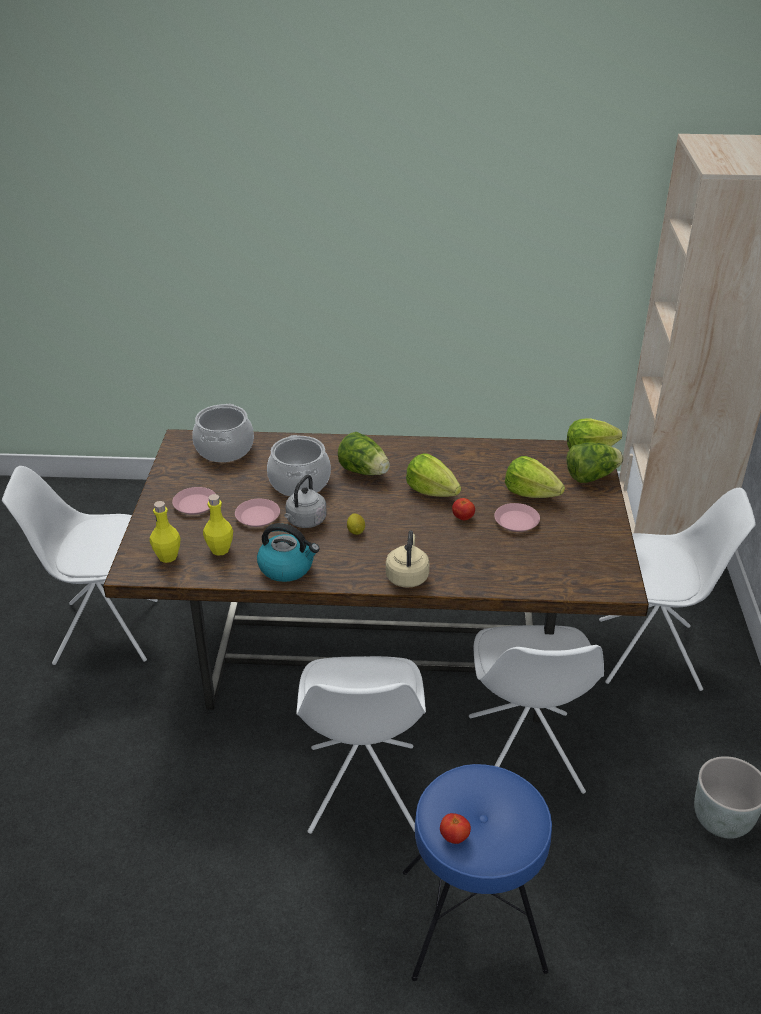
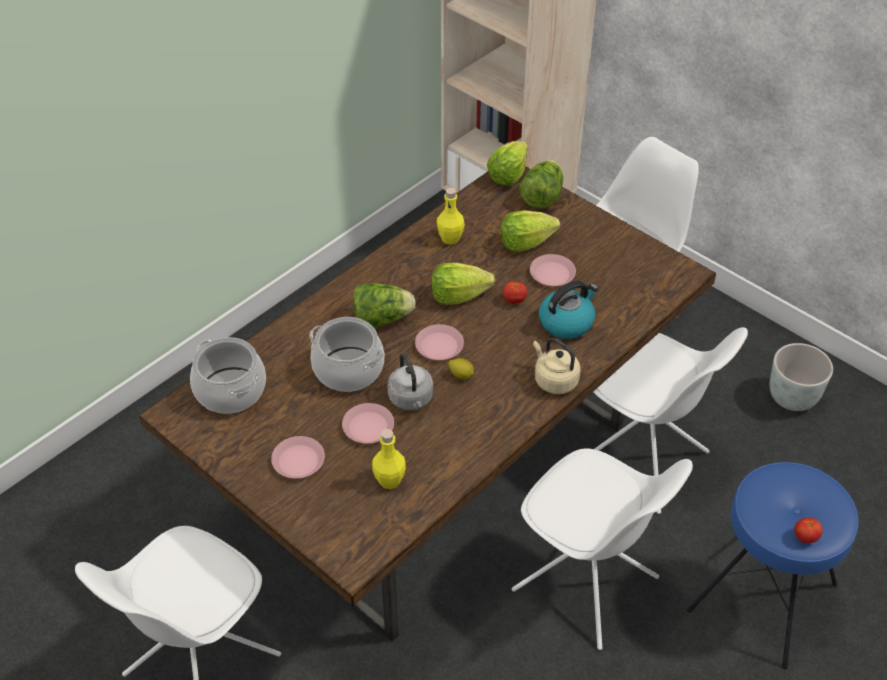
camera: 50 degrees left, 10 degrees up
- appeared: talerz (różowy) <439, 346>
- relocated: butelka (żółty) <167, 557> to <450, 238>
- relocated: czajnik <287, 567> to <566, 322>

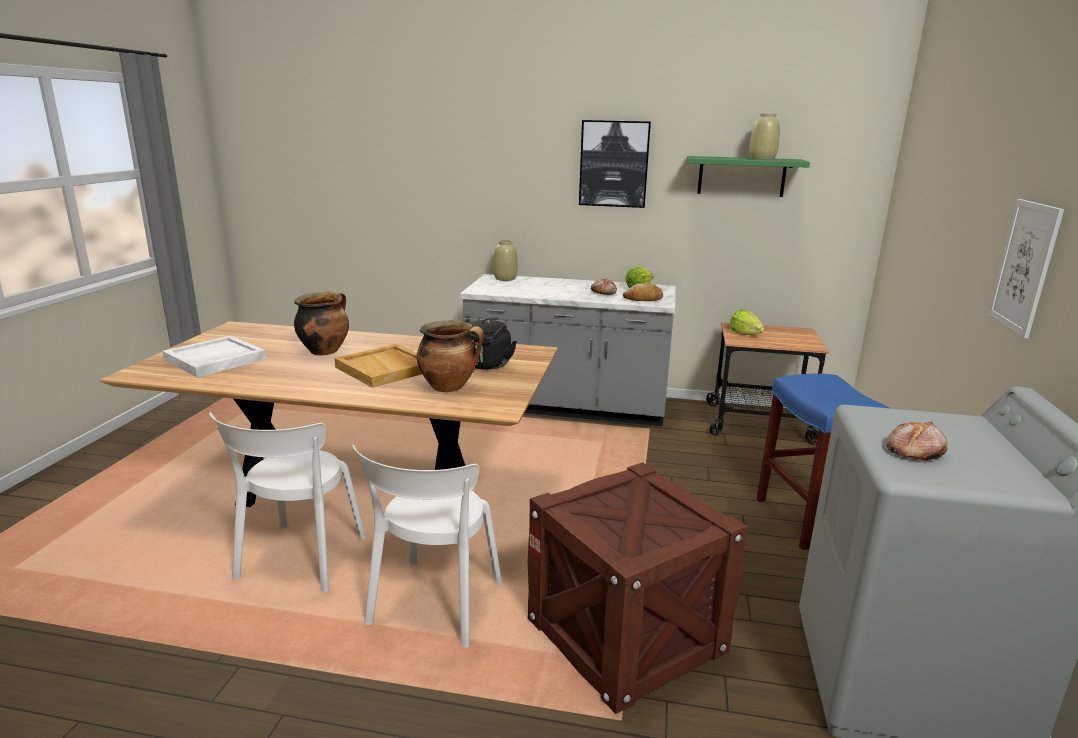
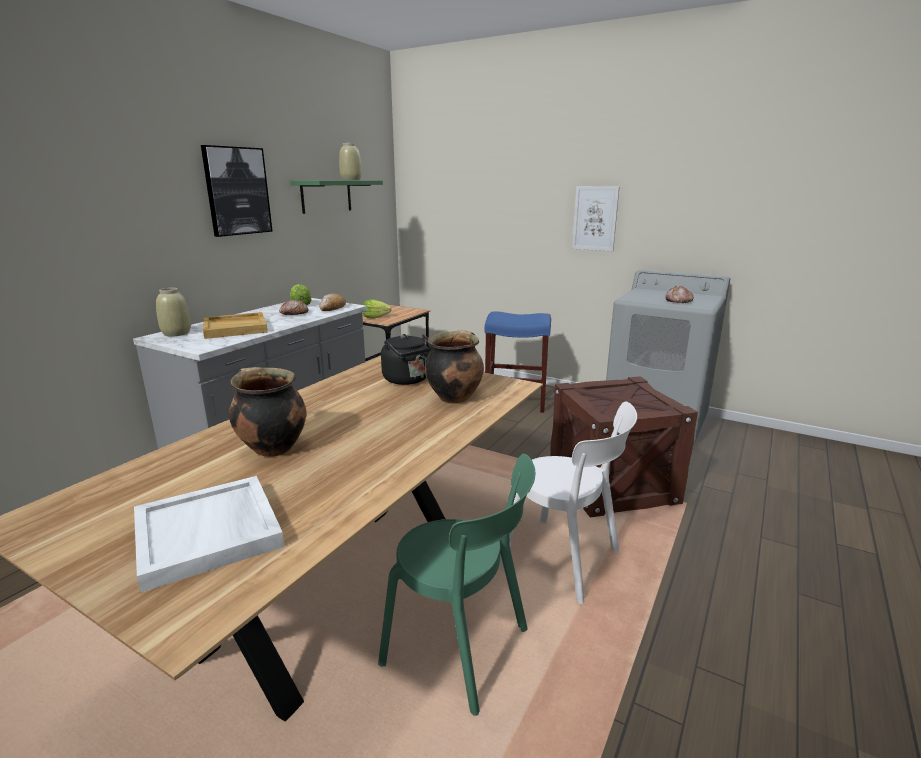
camera: 70 degrees left, 0 degrees up
- relocated: taca (beżowy) <386, 369> to <236, 328>
- colour: krzesło (biały) <299, 561> to krzesło (zielony) <462, 649>

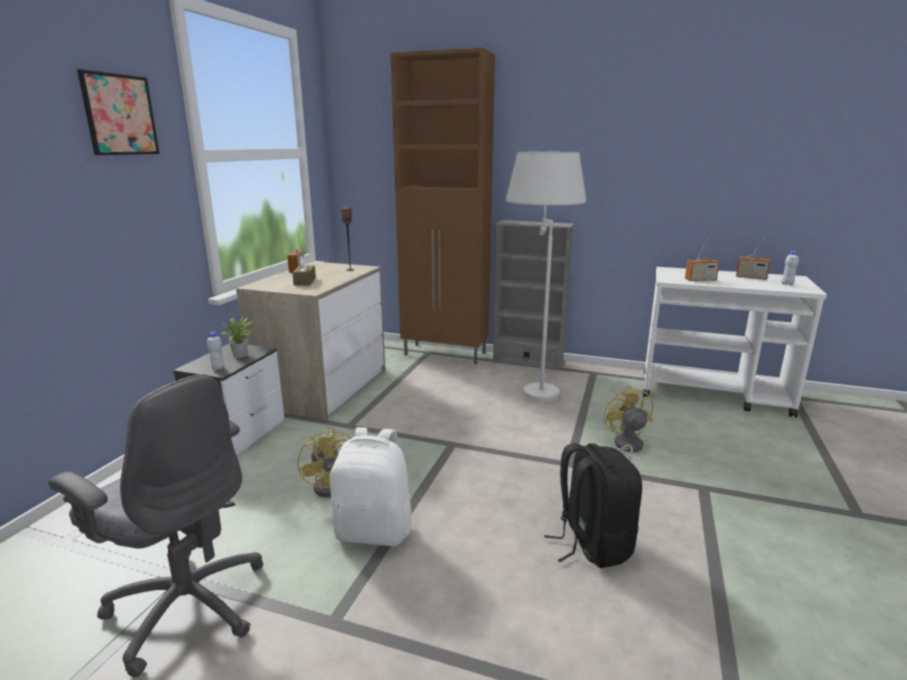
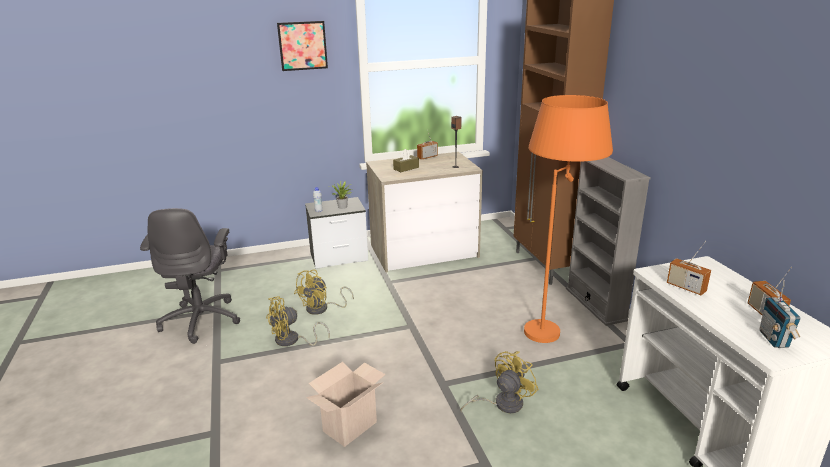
camera: 55 degrees right, 5 degrees up
- exchanged: plecak (biały) <374, 531> to wentylator (żółty) <292, 341>
- exchanged: plecak (czarny) <591, 544> to karton <350, 425>
- colour: lampa stojąca (biały) <535, 385> to lampa stojąca (pomarańczowy) <553, 324>
- exchanged: butelka (biały) <787, 284> to radio <774, 339>

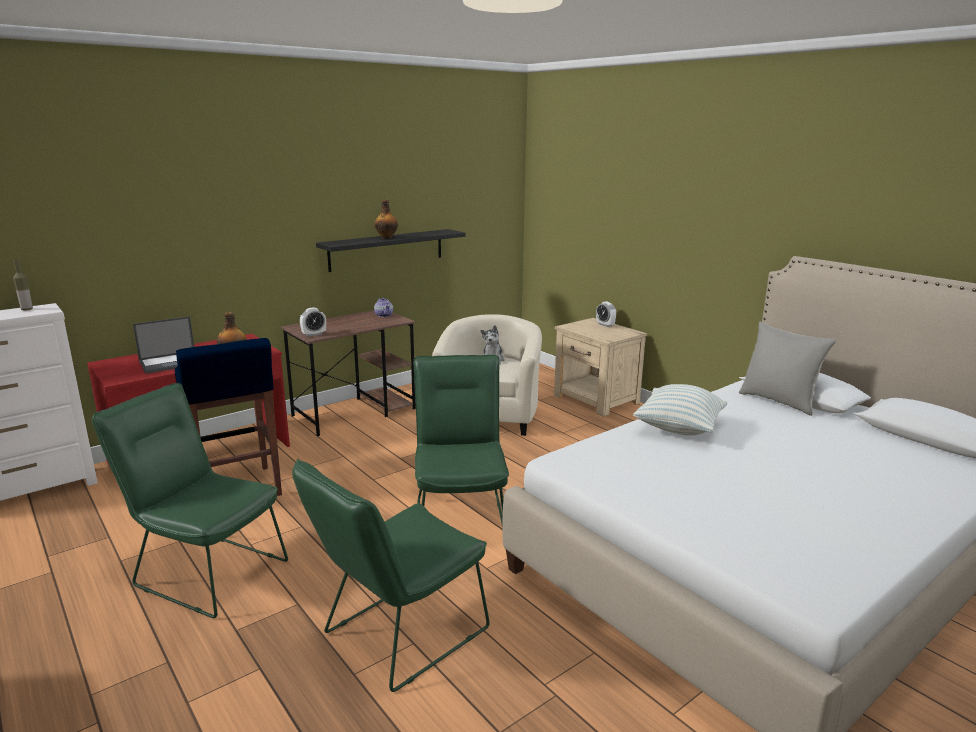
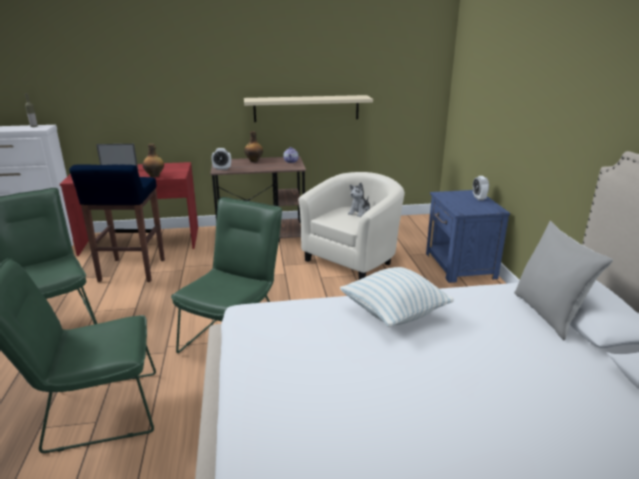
camera: 30 degrees right, 5 degrees up
- colour: półka (czarny) <387, 249> to półka (beżowy) <306, 108>
- relocated: butelka <387, 238> to <254, 161>
- colour: szafka nocna (beżowy) <596, 400> to szafka nocna (niebieski) <459, 266>

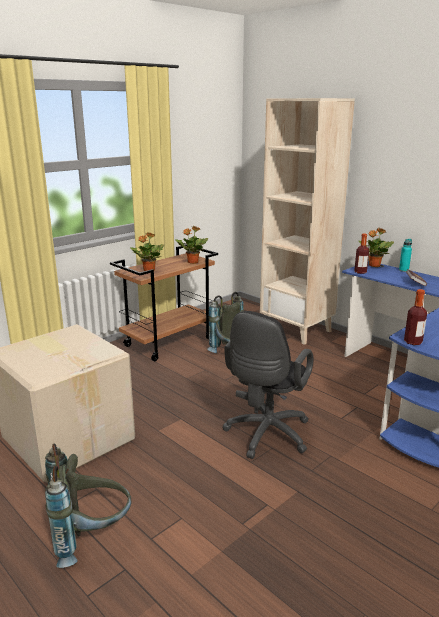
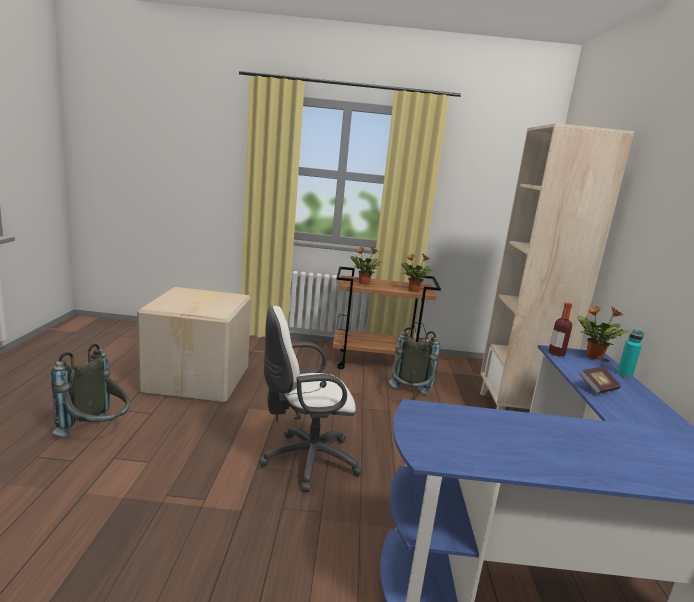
camera: 45 degrees right, 5 degrees down
- colour: krzesło biurowe (czarny) <265, 436> to krzesło biurowe (biały) <305, 461>
- missing: butelka <413, 342>

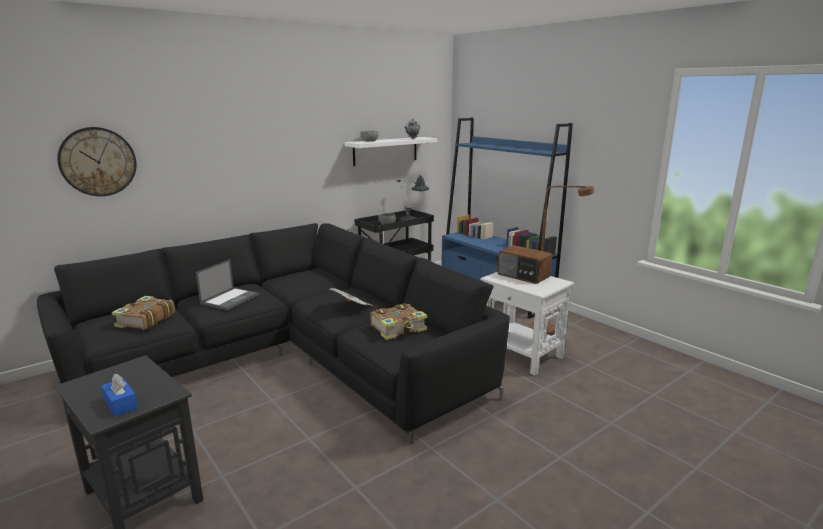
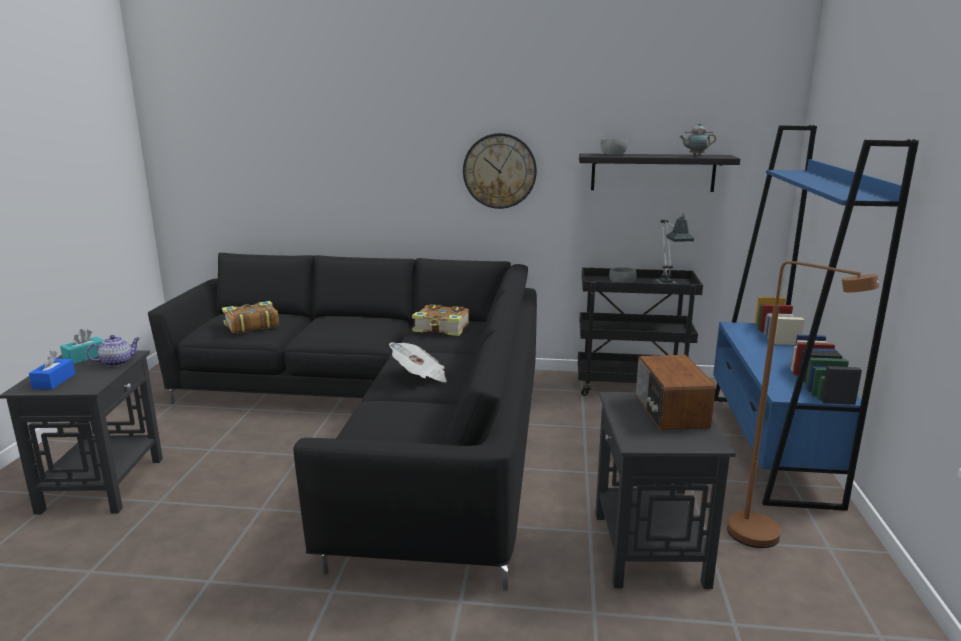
camera: 45 degrees right, 0 degrees up
- appeared: pudełko chusteczek (turkusowy) <85, 357>
- appeared: imbryk <117, 362>
- relocated: książka <399, 328> to <442, 328>
- relocated: zegar ścienny <98, 162> to <499, 171>
- colour: półka (biały) <385, 151> to półka (czarny) <652, 172>
- colour: stolik (biały) <522, 354> to stolik (czarny) <649, 549>
- missing: laptop <230, 299>

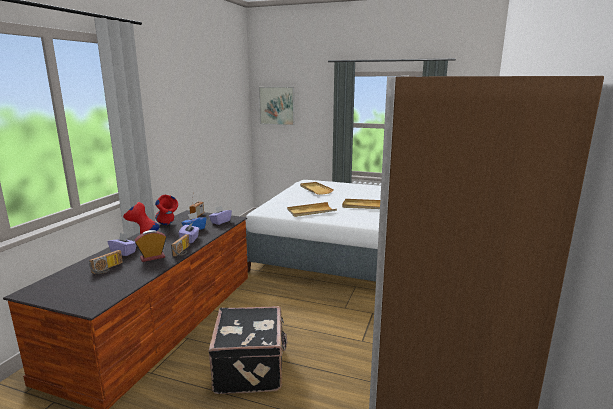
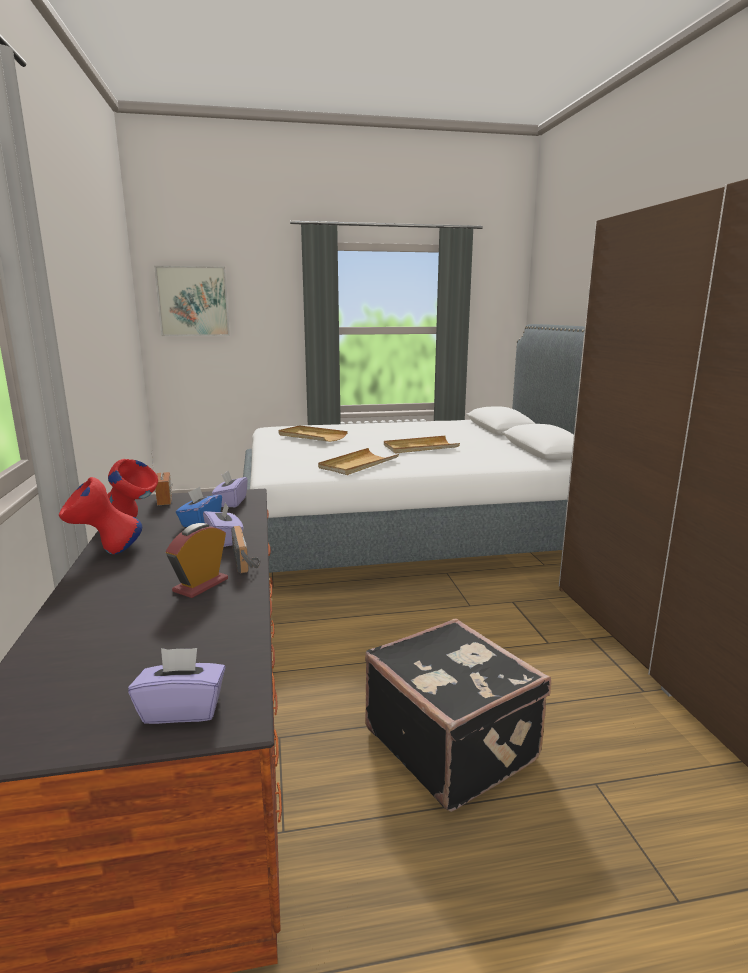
camera: 30 degrees left, 0 degrees up
- relocated: pudełko chusteczek (fioletowy) <123, 252> to <182, 709>
- missing: radio <108, 269>

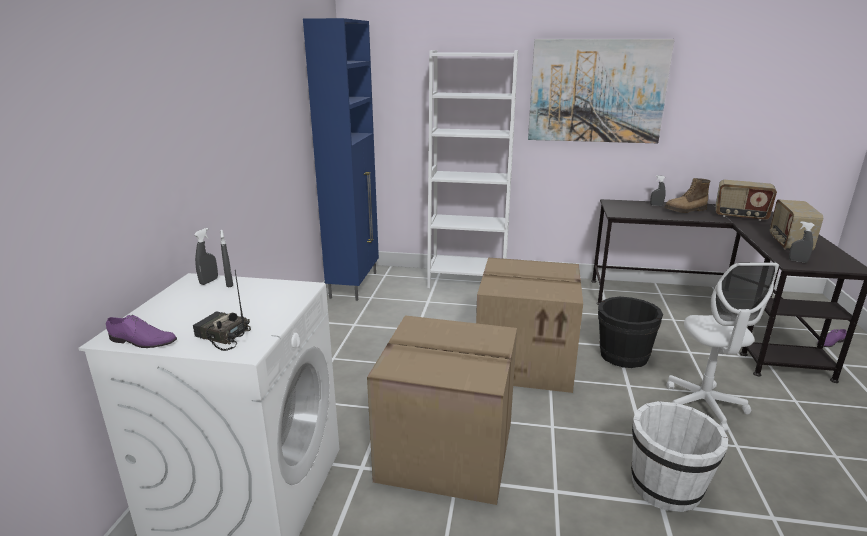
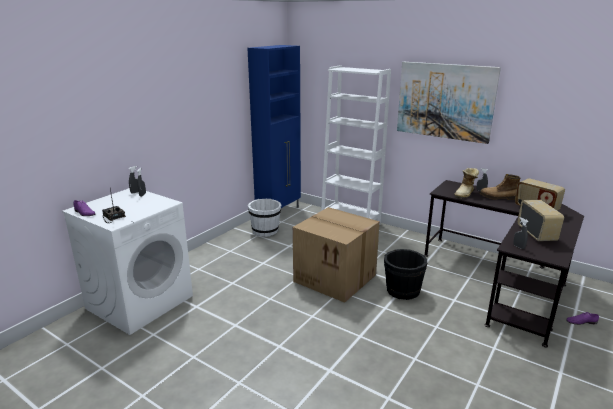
camera: 25 degrees right, 0 degrees up
- relocated: wiadro (biały) <667, 487> to <265, 231>
- appeared: but z cholewką <465, 194>
- spun: radio <788, 243> = <537, 234> 135 degrees clockwise
- missing: karton <444, 451>
- missing: krzesło biurowe (biały) <703, 406>

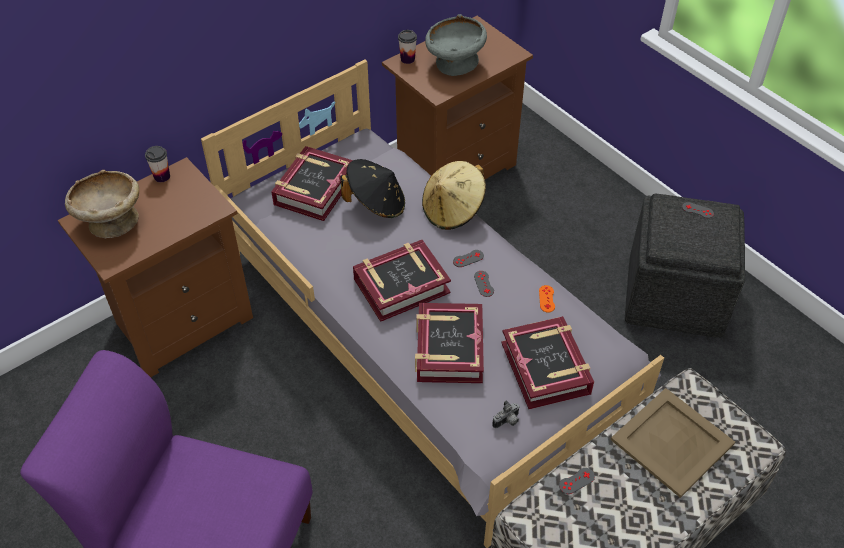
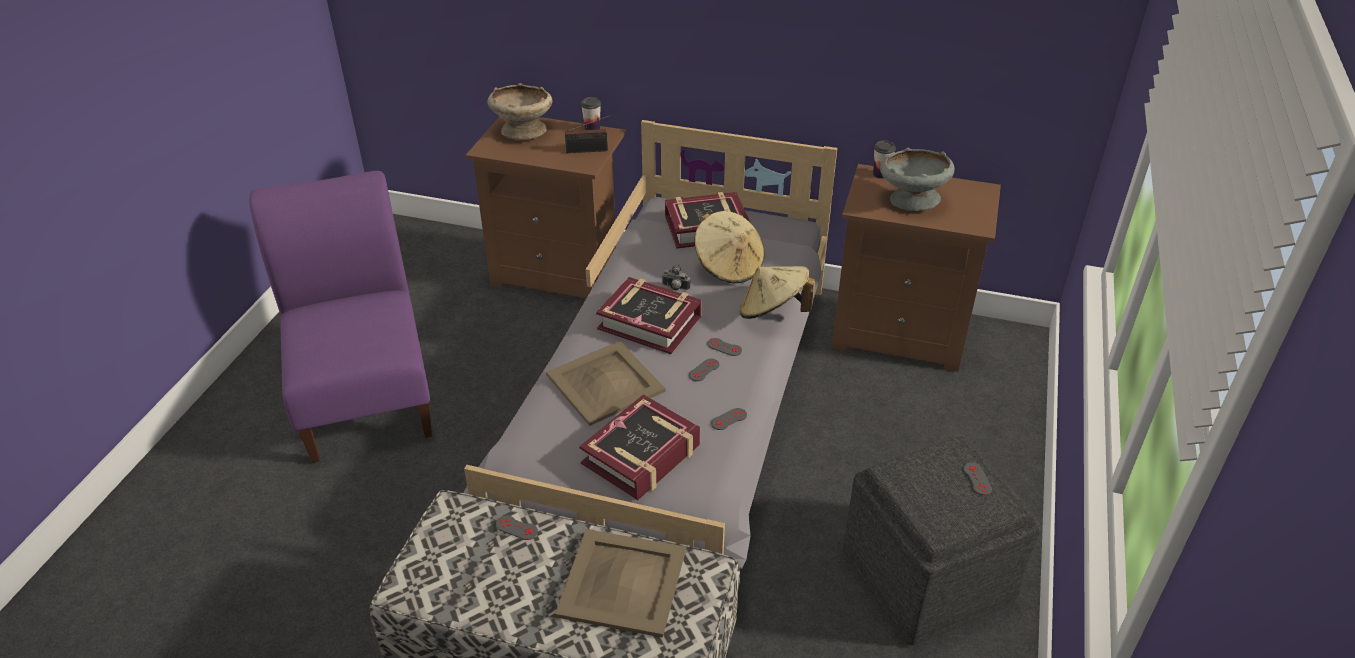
camera: 55 degrees right, 10 degrees down
- exchanged: książka <448, 349> to taca (beżowy) <605, 382>
- appeared: radio <589, 150>
- relocated: aparat fotograficzny <507, 422> to <675, 288>
- colour: kapelusz (czarny) <376, 204> to kapelusz (beżowy) <728, 266>
- colour: pad do gier (pomarańczowy) <546, 299> to pad do gier (szary) <729, 419>

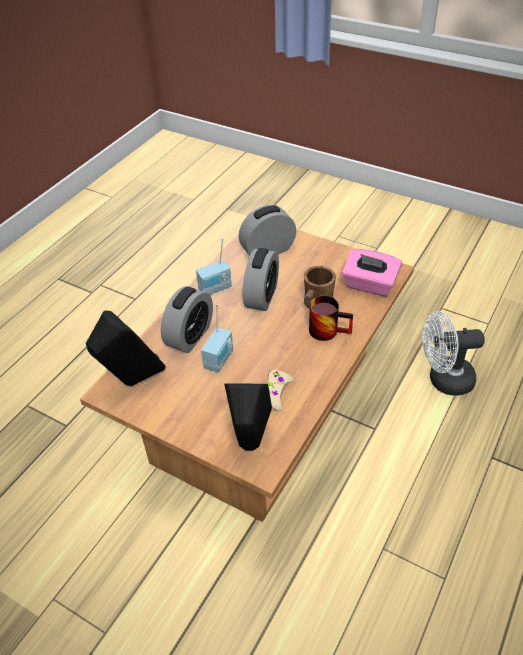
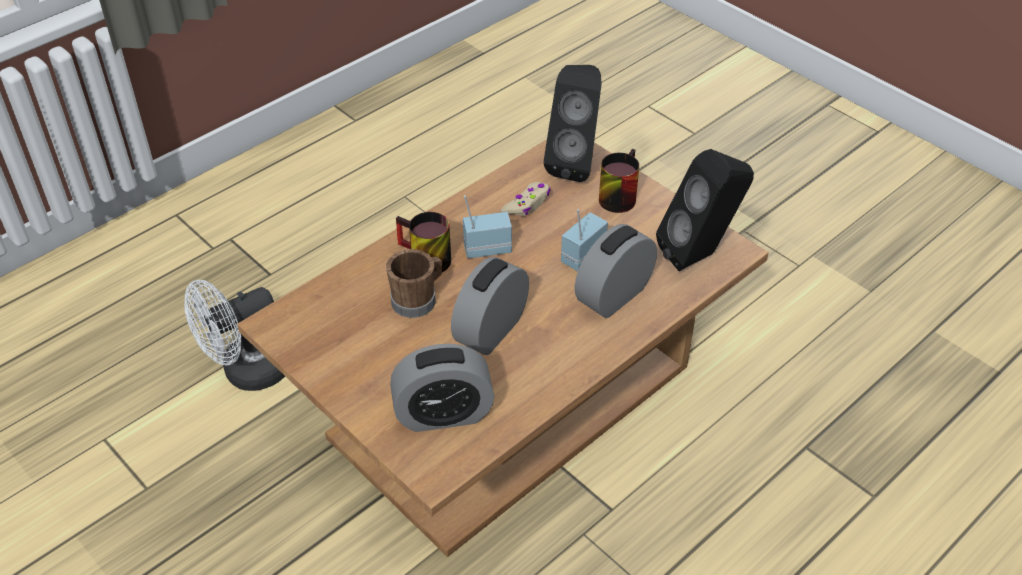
camera: 165 degrees left, 0 degrees up
- spun: wentylator (biały) <443, 380> = <246, 372> 135 degrees clockwise
- relocated: radio <215, 289> to <487, 248>
- appeared: kubek <616, 195>
- missing: pudełko chusteczek (różowy) <369, 285>

